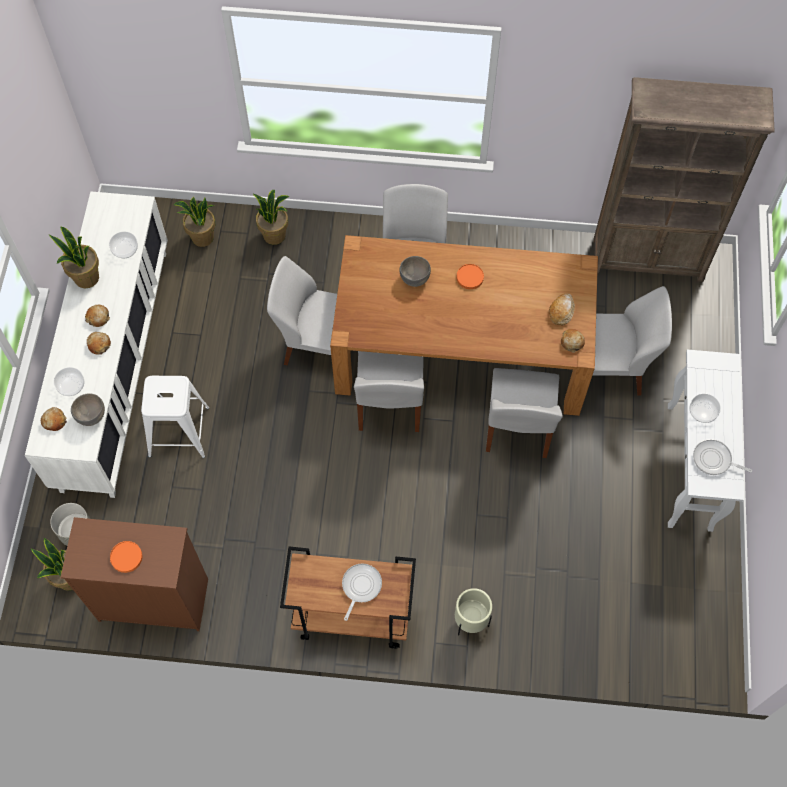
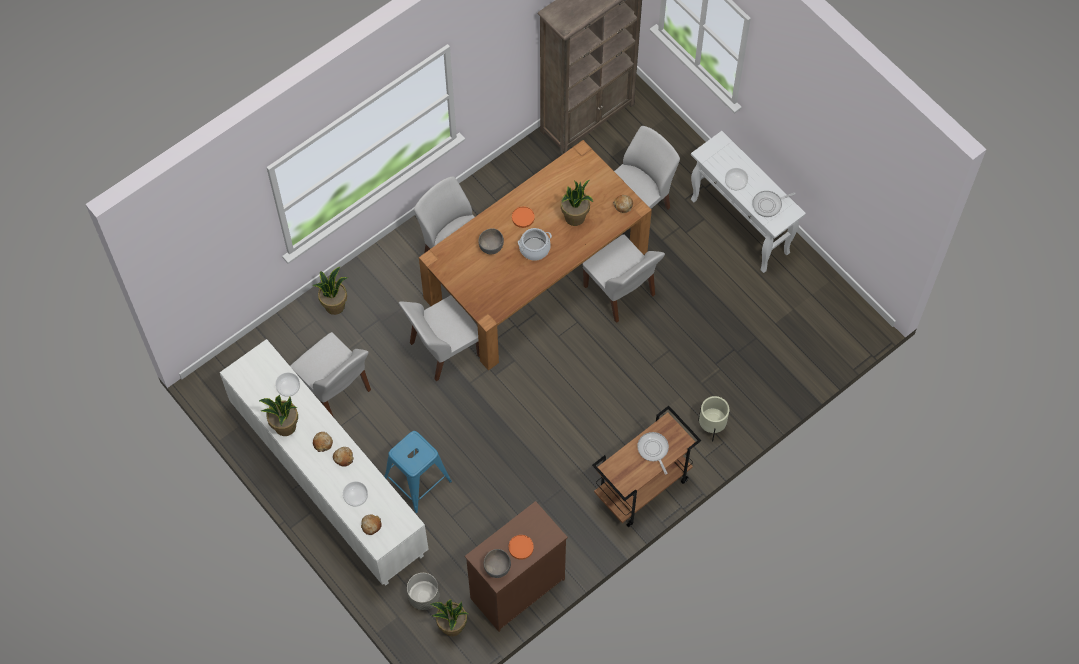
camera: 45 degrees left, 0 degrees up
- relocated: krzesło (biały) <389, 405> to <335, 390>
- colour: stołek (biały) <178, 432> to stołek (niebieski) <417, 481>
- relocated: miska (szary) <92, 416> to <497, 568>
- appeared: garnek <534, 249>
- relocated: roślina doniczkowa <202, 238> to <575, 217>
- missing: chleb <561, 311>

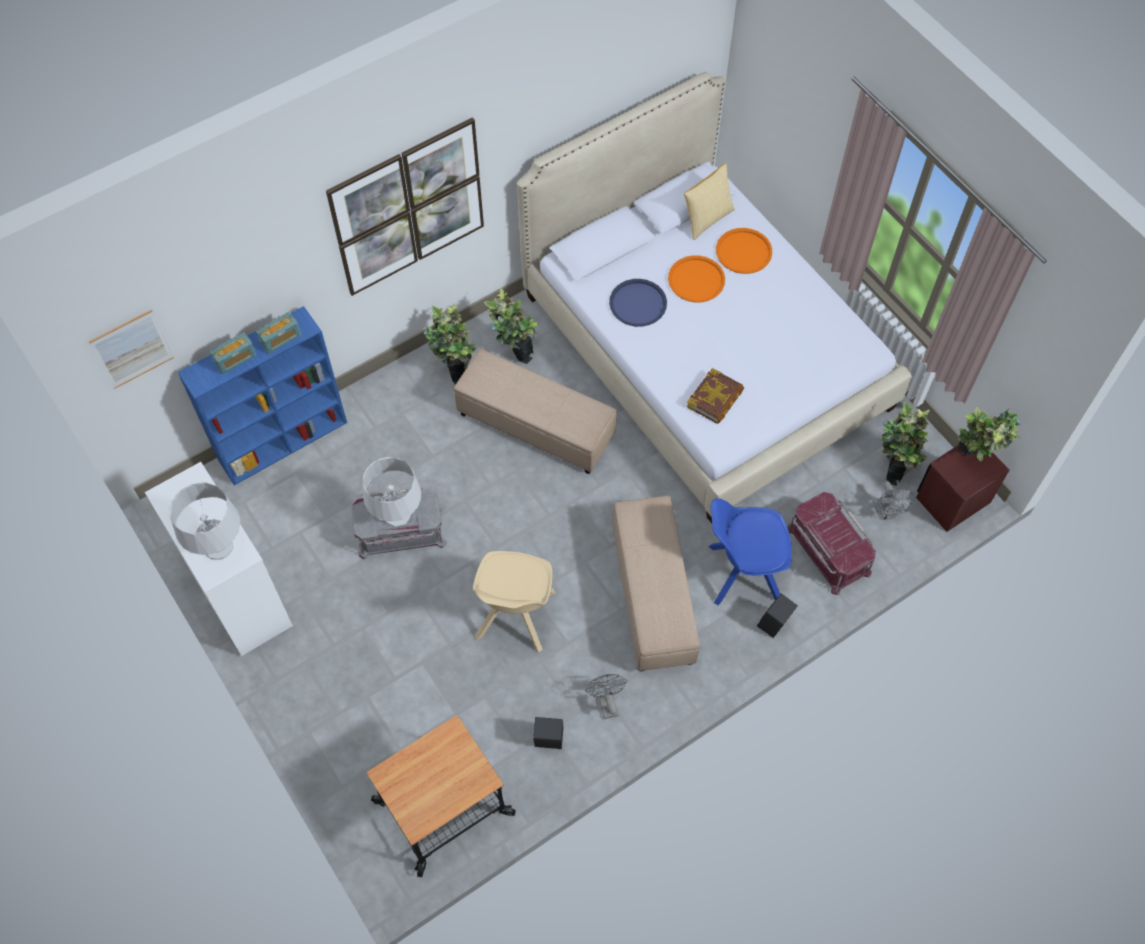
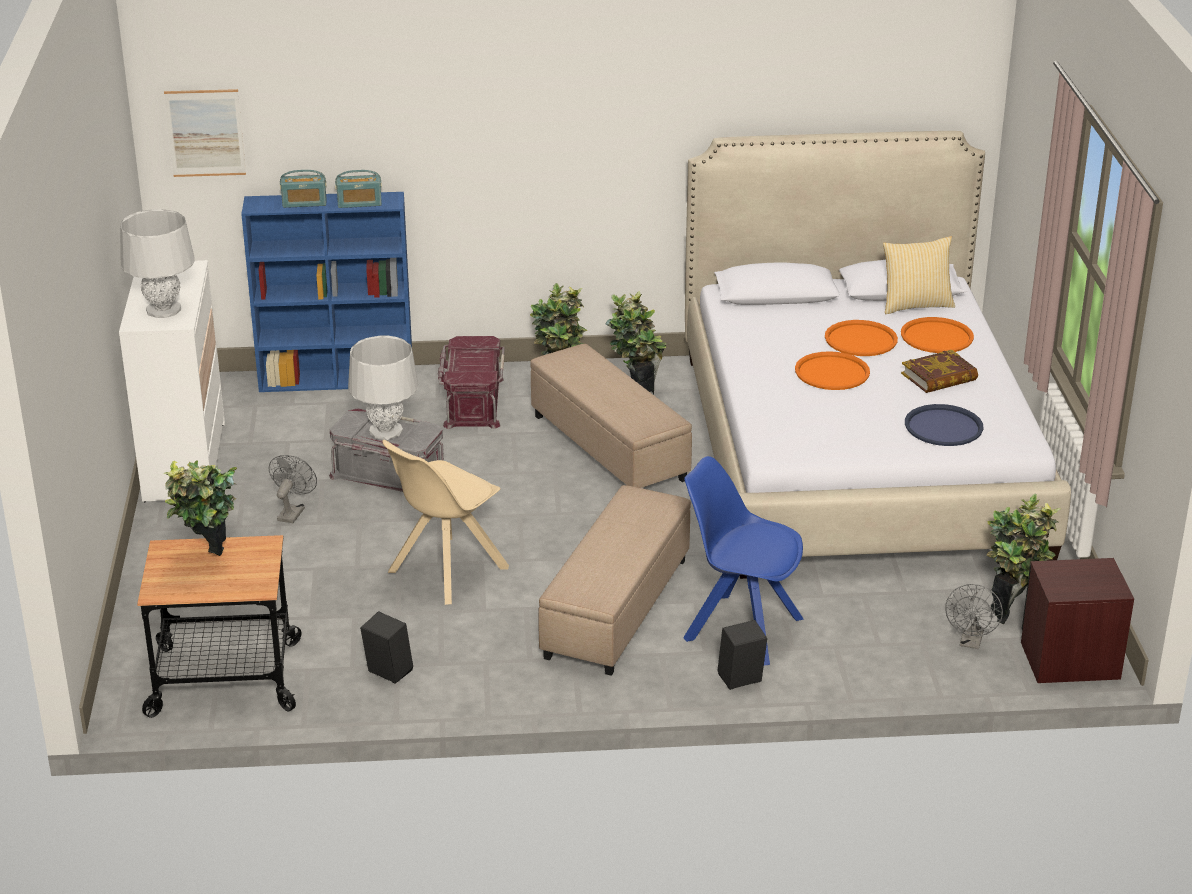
camera: 30 degrees right, 30 degrees down
- relocated: roślina doniczkowa <973, 463> to <208, 564>
- relocated: wentylator (szary) <606, 702> to <292, 512>
- relocated: pojemnik do przechowywania (czerwony) <827, 551> to <472, 402>
- appeared: taca (pomarańczowy) <832, 372>
- relocated: książka <715, 399> to <939, 377>
- relocated: taca (niebieski) <638, 303> to <943, 427>
- missing: obraz <408, 207>

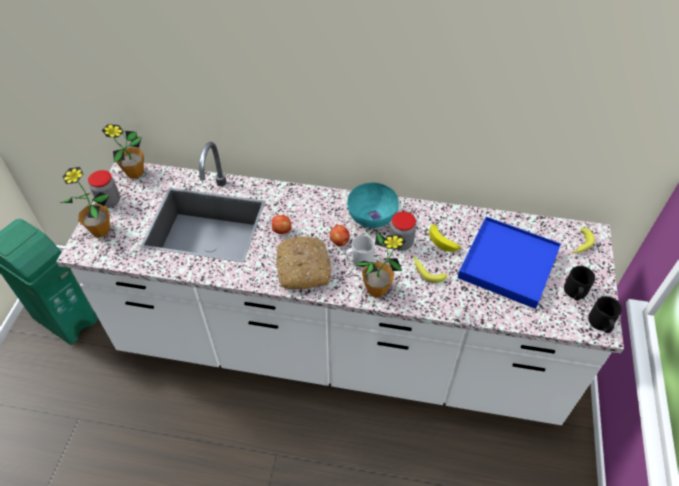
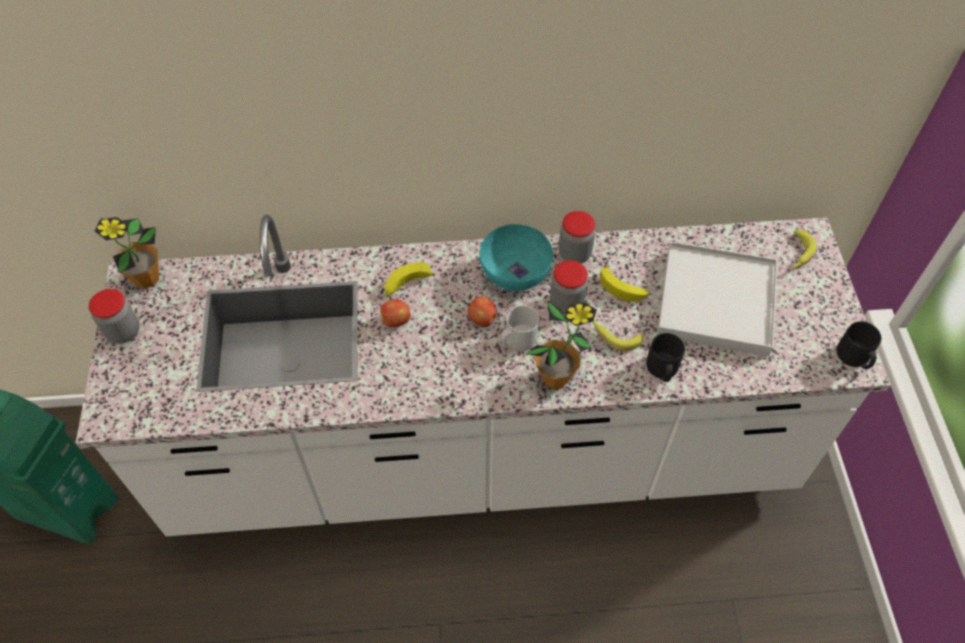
camera: 15 degrees left, 5 degrees up
- appeared: banan <407, 285>
- appeared: słoik <574, 254>
- relocated: kubek (czarny) <575, 292> to <662, 369>
- colour: taca (niebieski) <508, 264> to taca (biały) <716, 301>
- missing: roślina doniczkowa <100, 230>
- missing: chleb <302, 268>

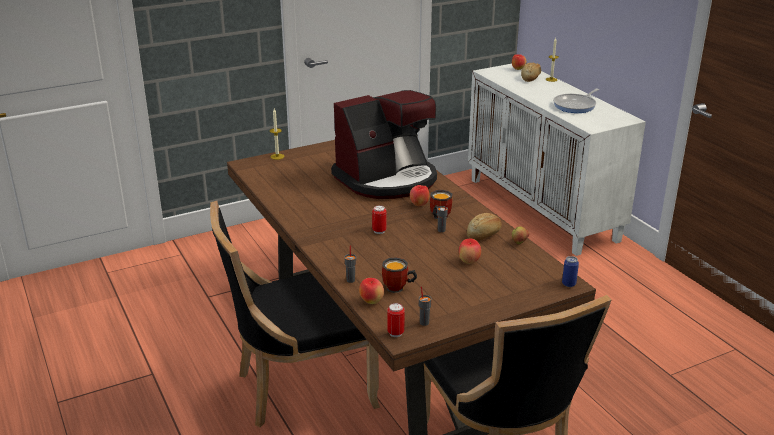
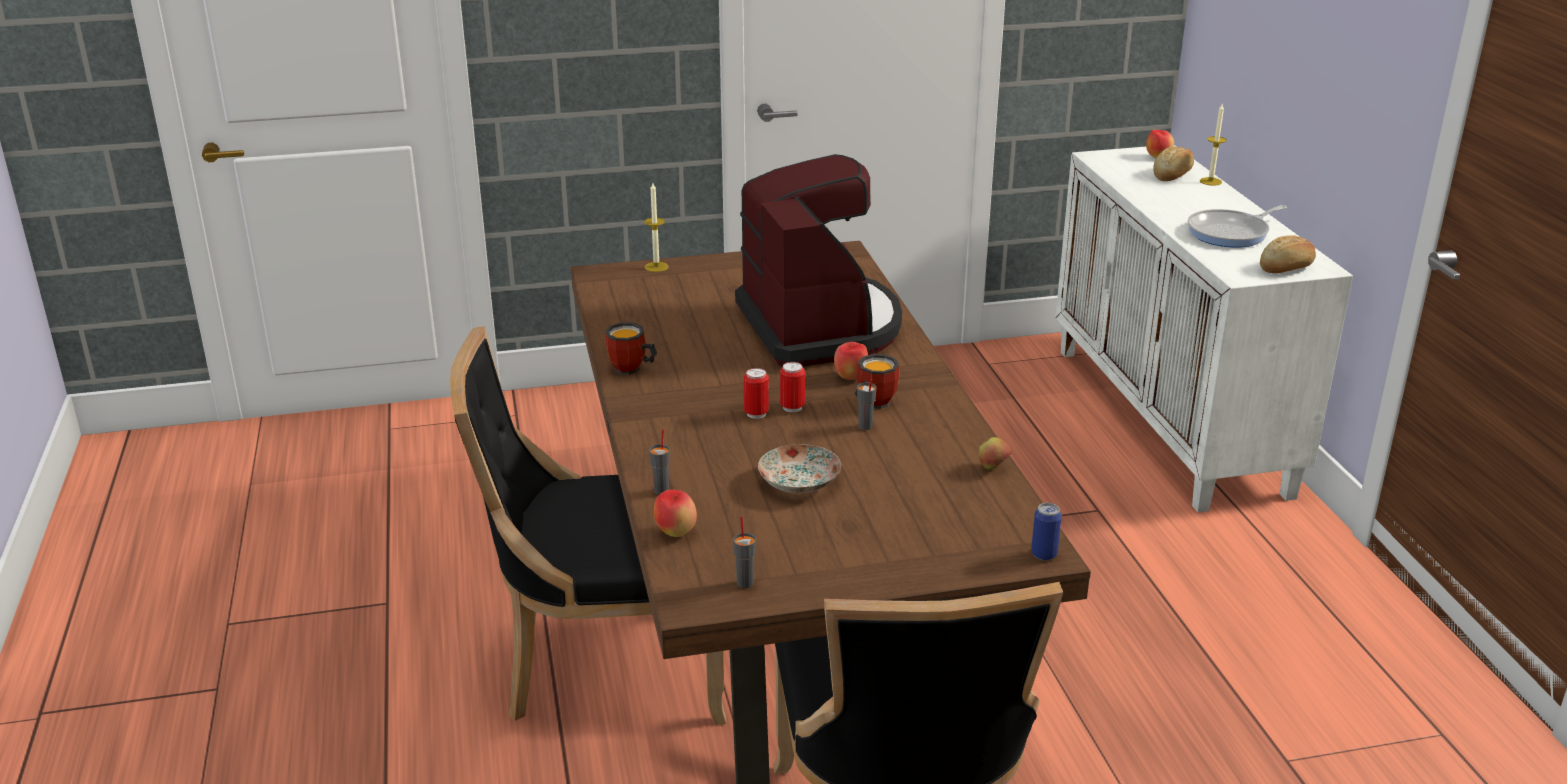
camera: 15 degrees right, 0 degrees up
- relocated: kubek <398, 289> to <631, 370>
- spun: ekspres do kawy <387, 179> = <820, 327> 90 degrees counterclockwise
- appeared: talerz <799, 483>
- relocated: puszka <395, 333> to <792, 407>
- relocated: chleb <484, 235> to <1287, 268>
- missing: jabłko <469, 261>

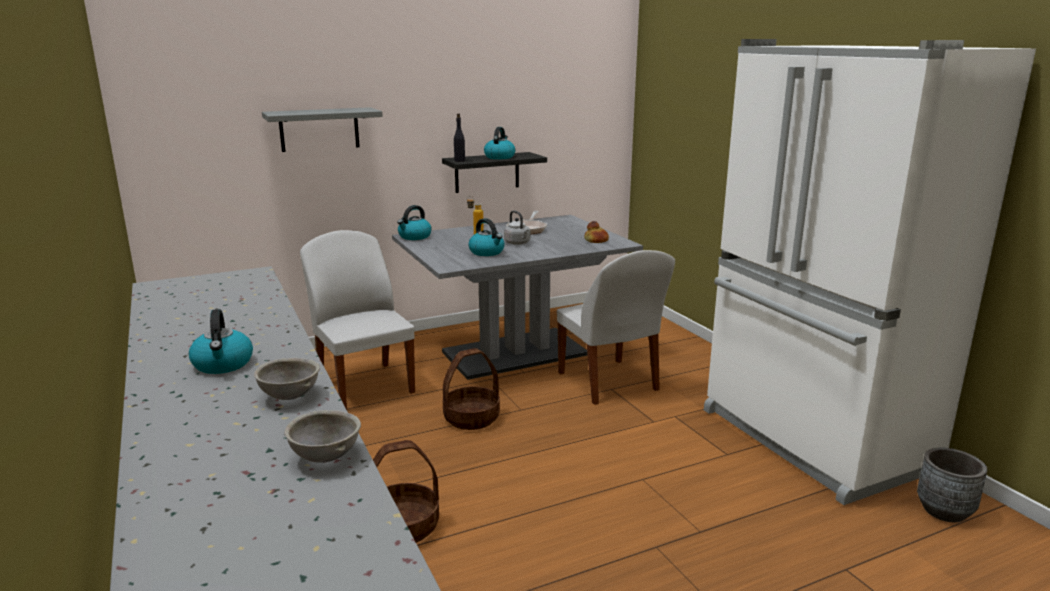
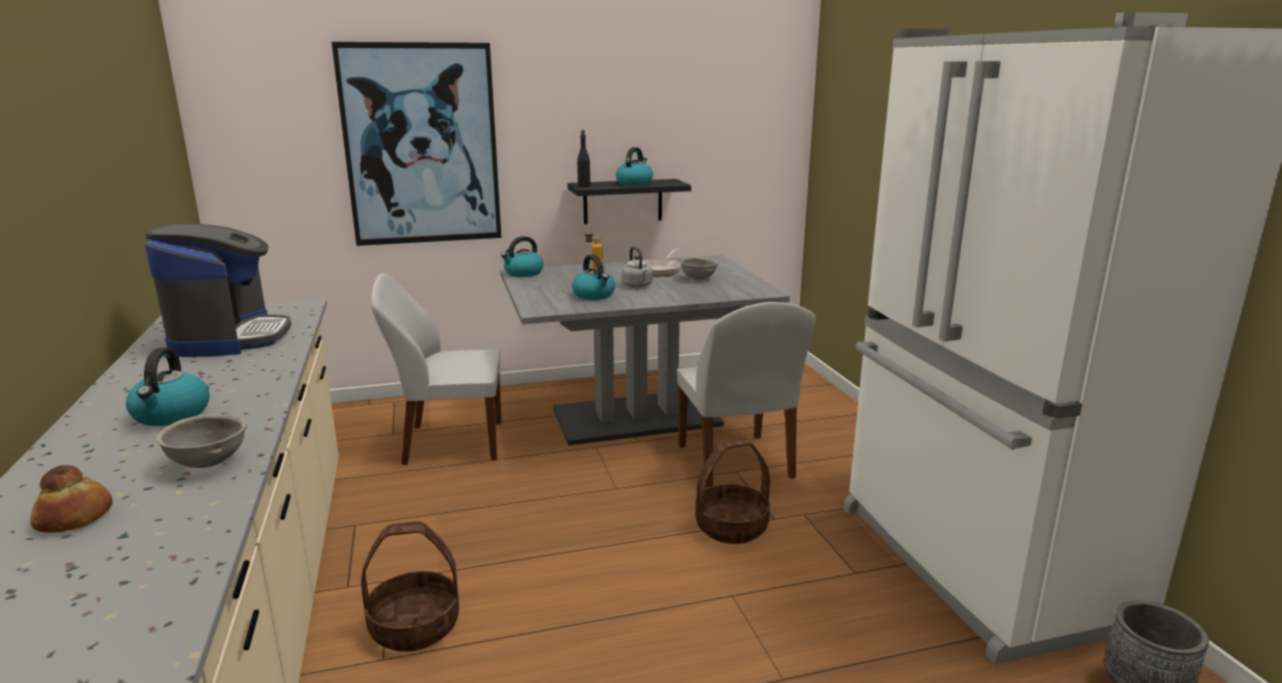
camera: 10 degrees right, 0 degrees up
- relocated: chleb <596, 240> to <76, 517>
- appeared: ekspres do kawy <229, 338>
- exchanged: półka (szary) <319, 129> to obraz <421, 145>
- spun: krzesło (biały) <365, 385> = <450, 443> 75 degrees counterclockwise
- relocated: miska (szary) <326, 457> to <699, 279>
- relocated: koszyk <471, 418> to <731, 526>

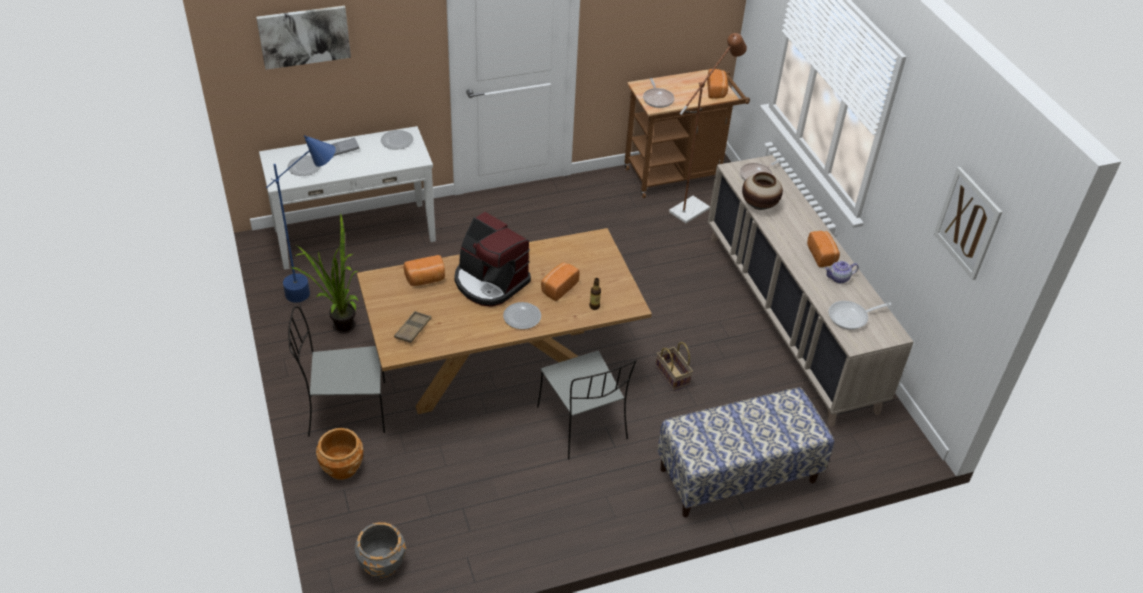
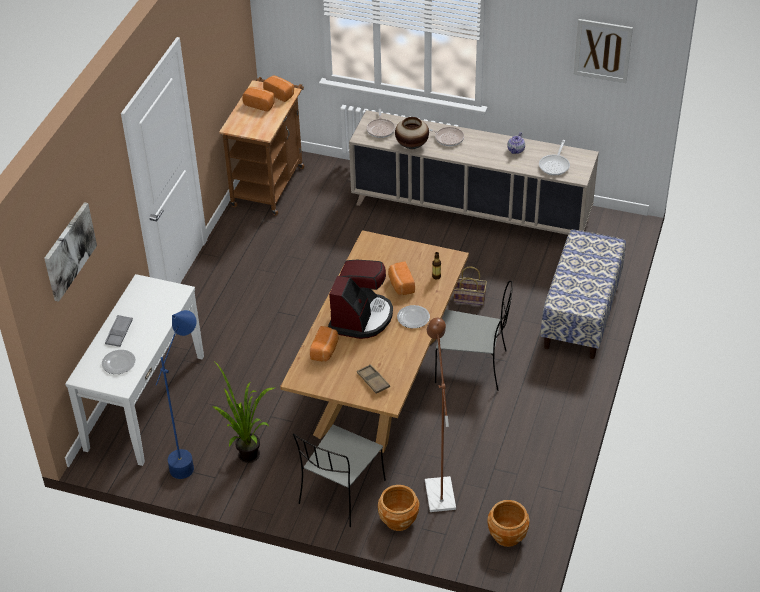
camera: 50 degrees left, 0 degrees up
- relocated: chleb <822, 255> to <260, 104>
- spun: ekspres do kawy <490, 282> = <361, 317> 60 degrees counterclockwise
- relocated: lampa stojąca (brązowy) <694, 207> to <438, 488>
- relocated: patelnia <657, 99> to <447, 138>
- colour: donica (szary) <382, 563> to donica (brązowy) <507, 535>
- missing: talerz <397, 141>

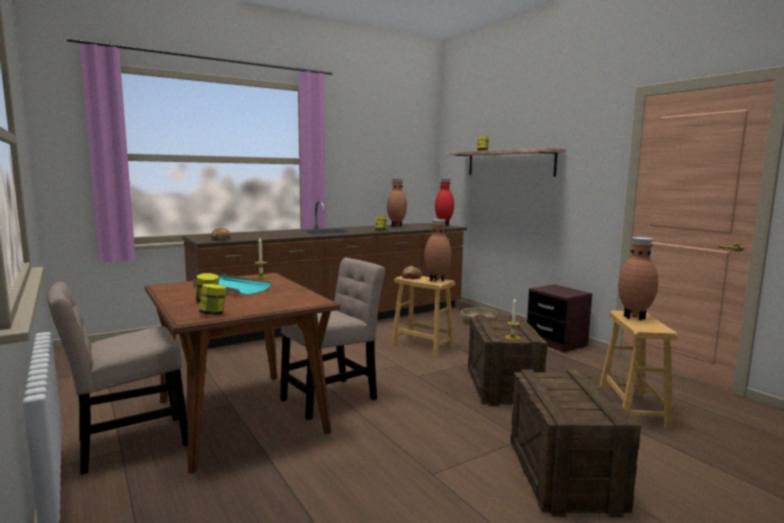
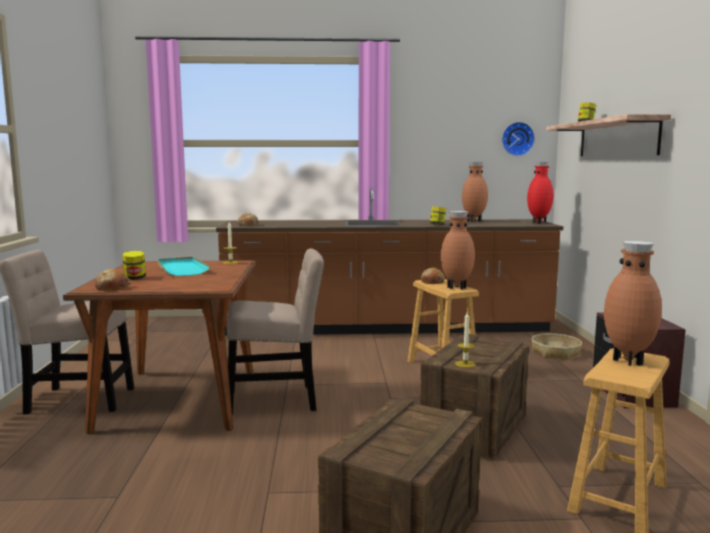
camera: 30 degrees right, 0 degrees up
- exchanged: słoik <213, 314> to chleb <112, 288>
- appeared: zegar ścienny <517, 139>

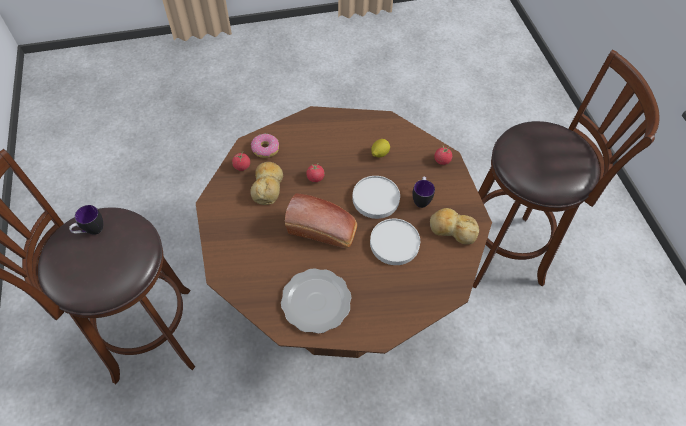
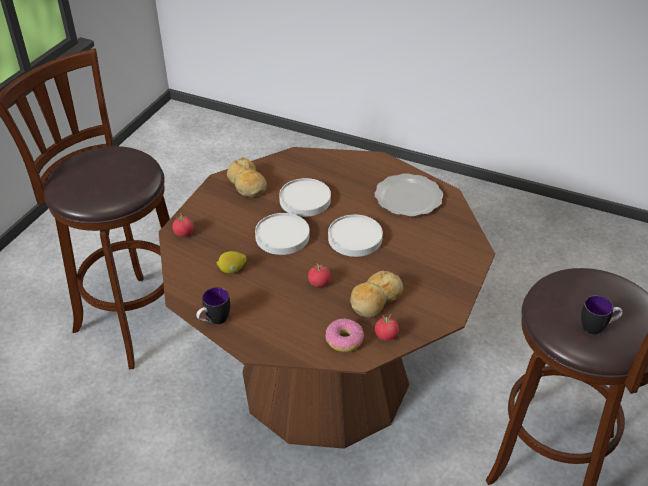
camera: 140 degrees left, 15 degrees down
- relocated: kubek <421, 199> to <214, 321>
- exchanged: chleb <324, 230> to talerz (biały) <355, 238>

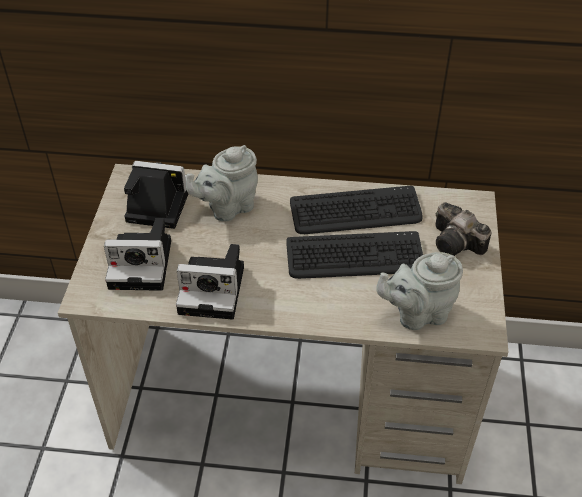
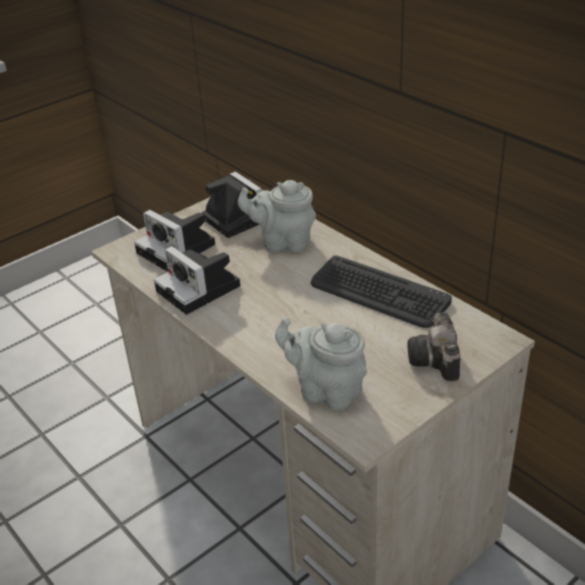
camera: 45 degrees right, 10 degrees down
- missing: klawiatura <354, 257>

